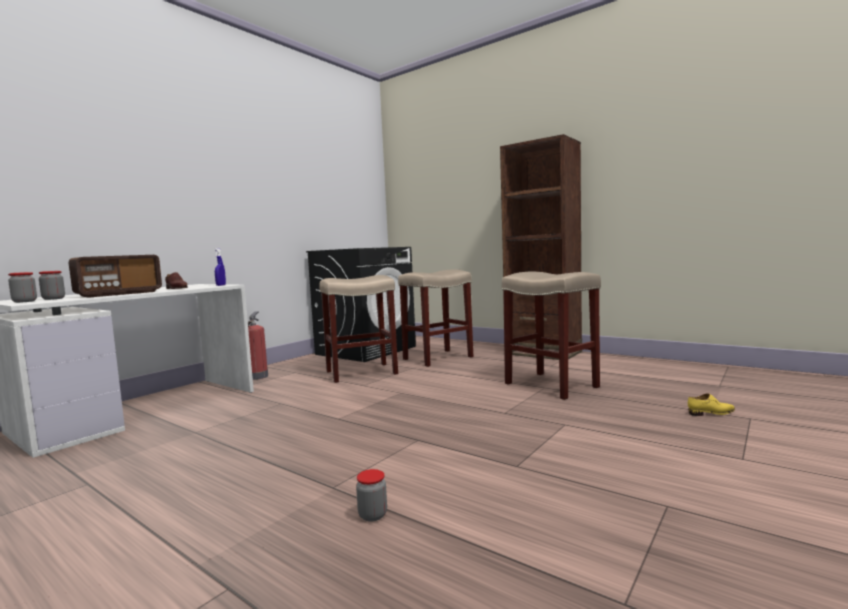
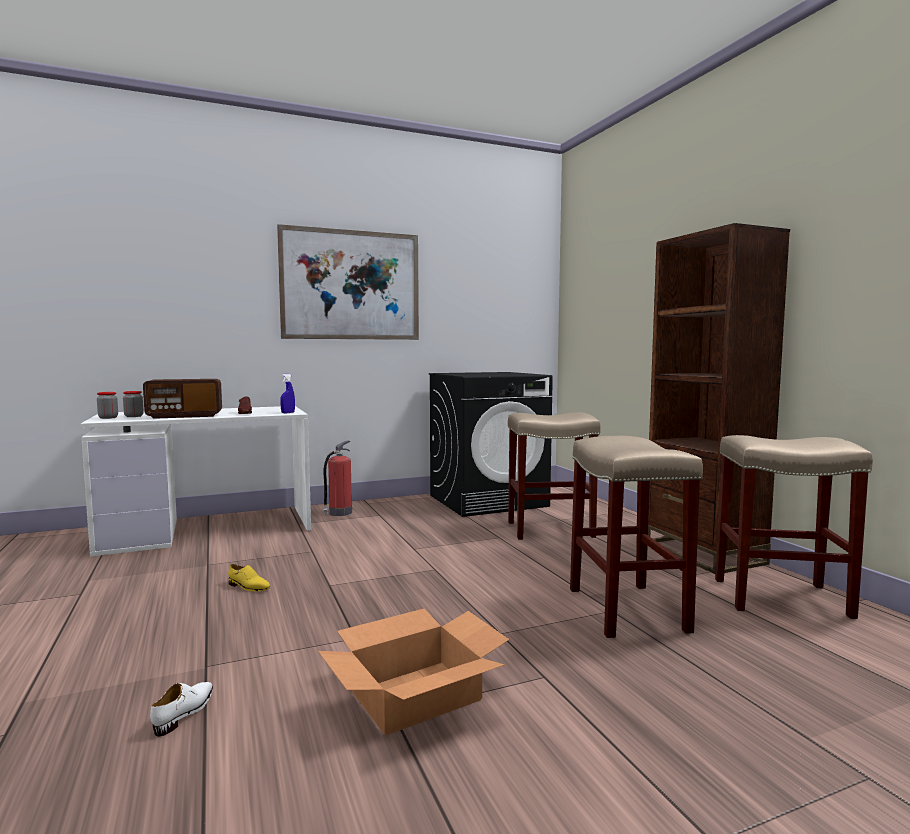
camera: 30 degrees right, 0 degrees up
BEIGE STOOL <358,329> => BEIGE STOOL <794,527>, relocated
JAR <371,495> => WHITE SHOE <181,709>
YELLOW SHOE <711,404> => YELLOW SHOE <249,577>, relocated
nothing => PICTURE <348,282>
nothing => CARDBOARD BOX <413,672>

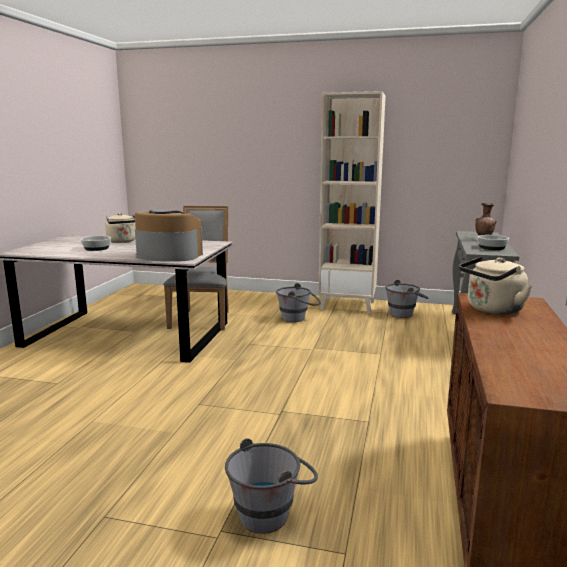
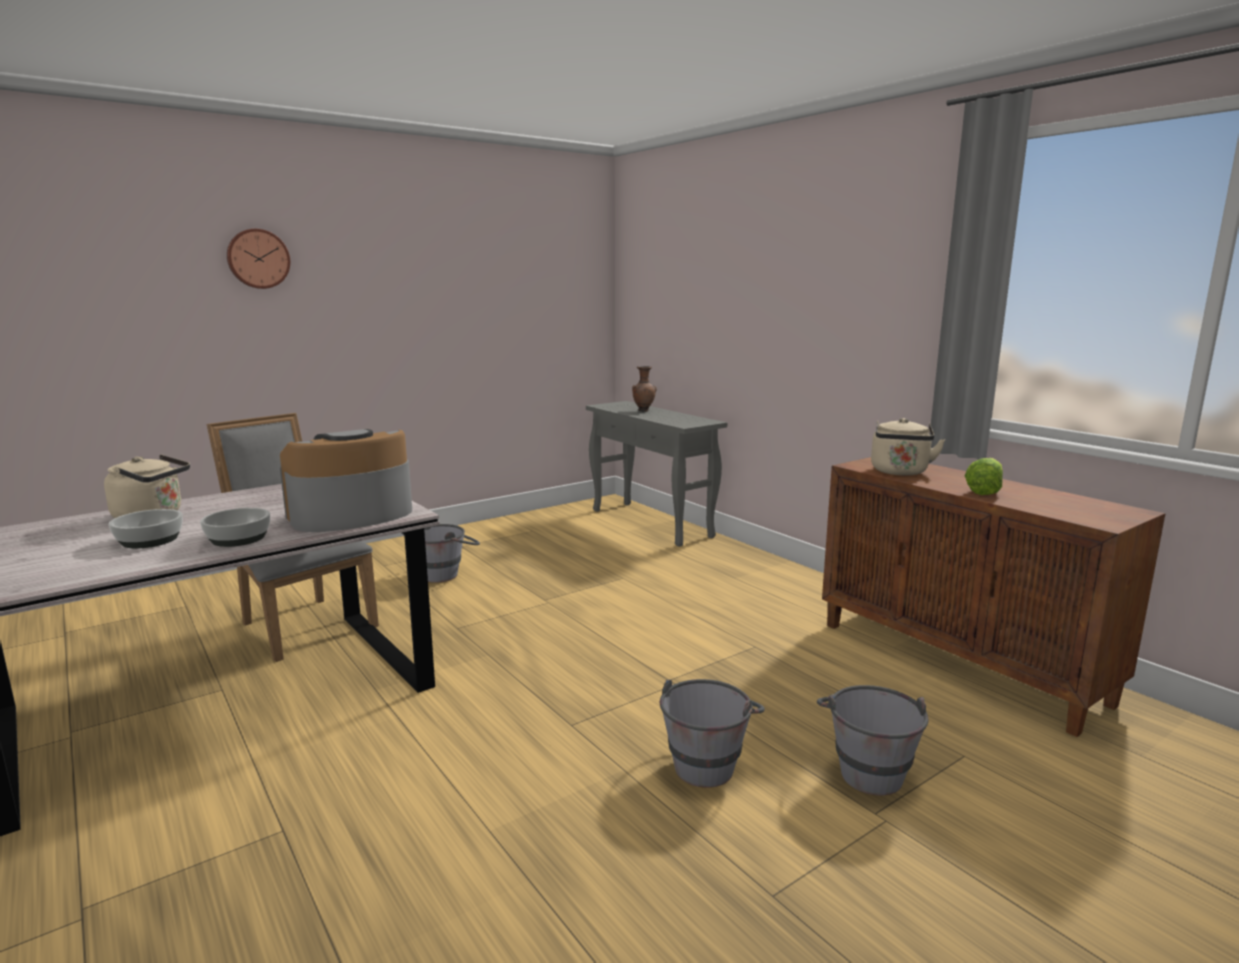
camera: 50 degrees left, 0 degrees up
BEIGE BOOKCASE <352,202> => nothing
GREY BUCKET <406,299> => GREY BUCKET <712,733>, relocated
BOWL <493,242> => BOWL <235,527>, relocated
nothing => WALL CLOCK <258,259>
nothing => LETTUCE <984,476>

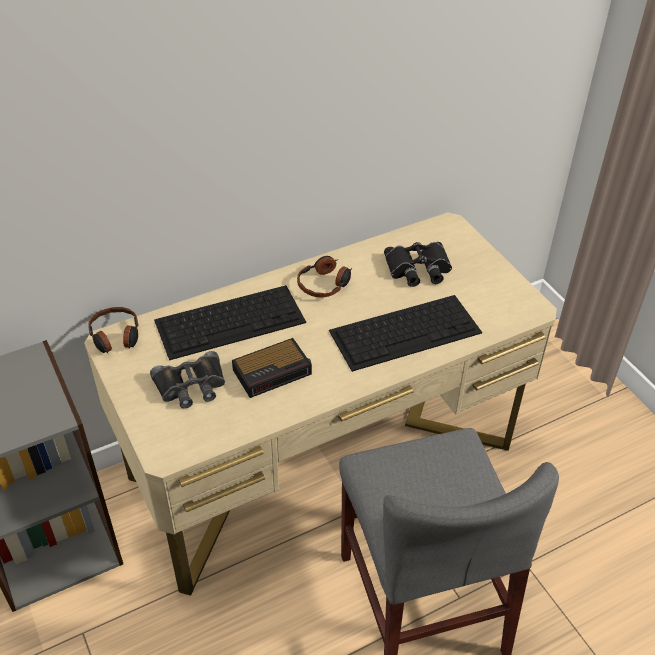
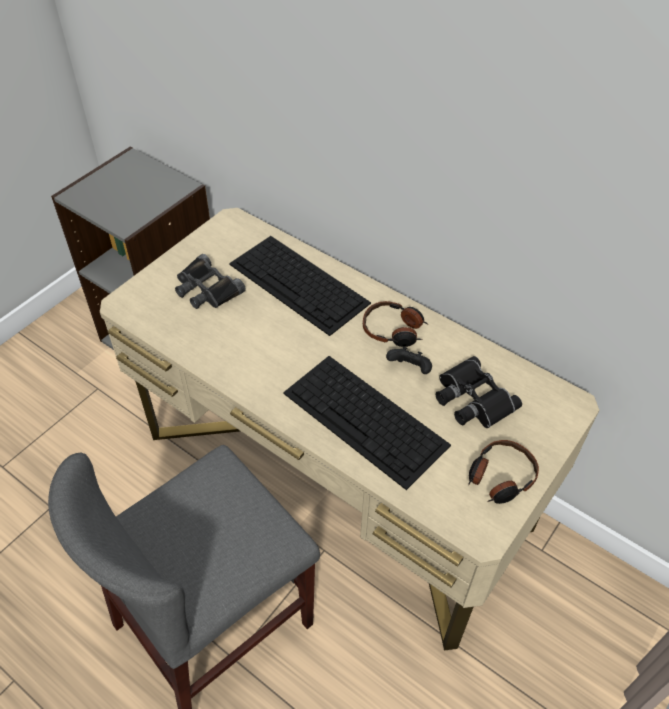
camera: 65 degrees right, 5 degrees up
HEADPHONES <113,330> => HEADPHONES <503,472>, relocated
ALARM CLOCK <272,368> => nothing
nothing => BLACK GAME CONTROLLER <409,360>

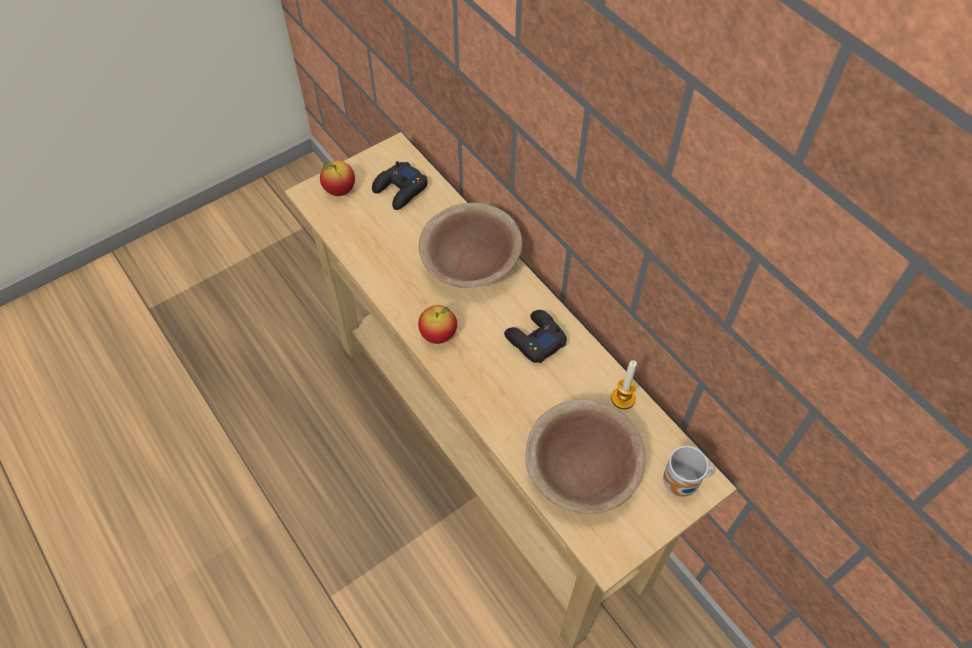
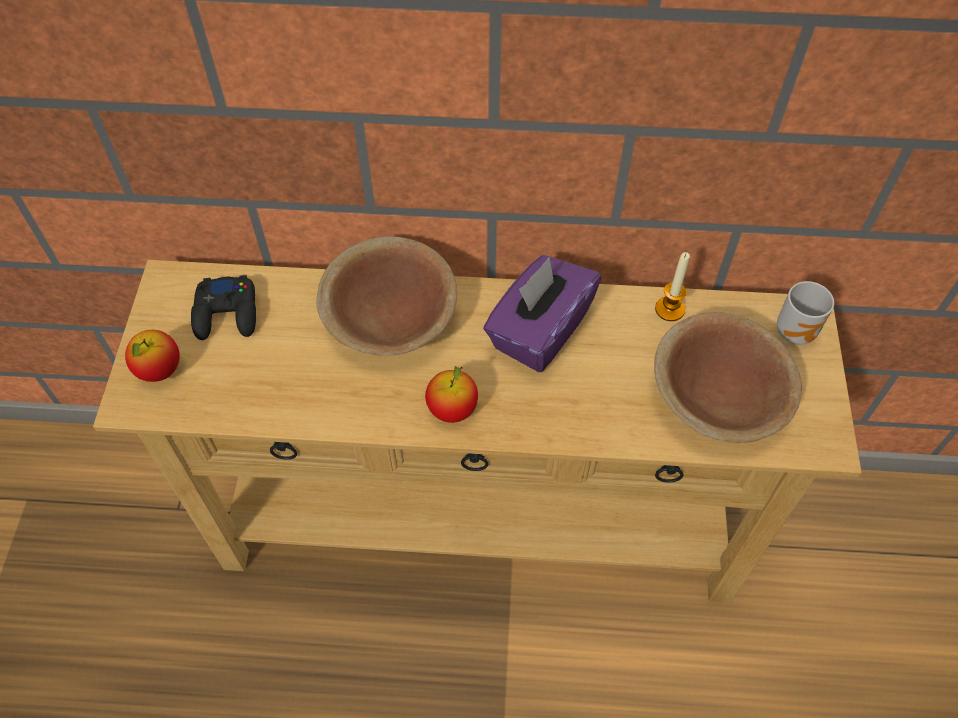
camera: 50 degrees left, 0 degrees up
BLACK GAME CONTROLLER <535,336> => PURPLE TISSUE BOX <542,313>

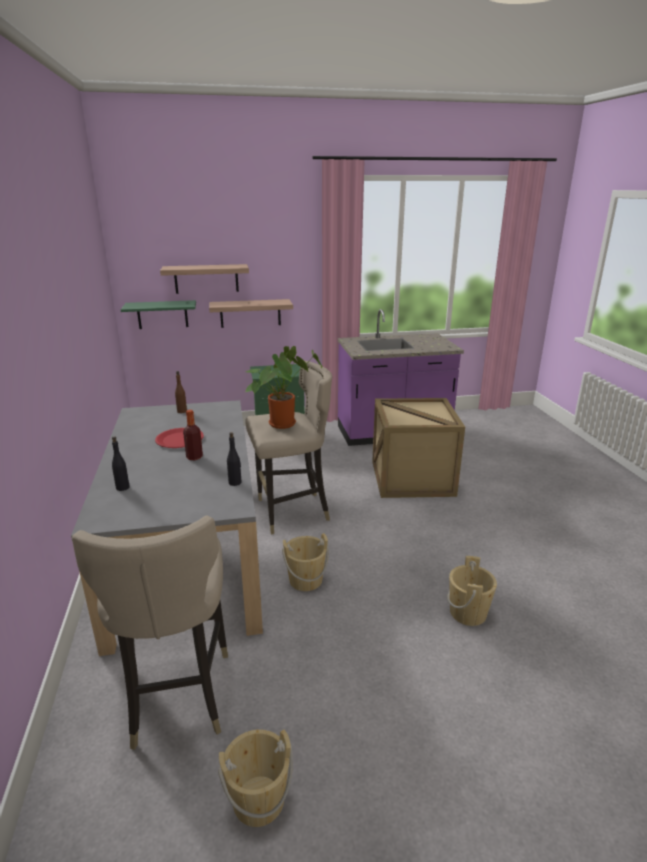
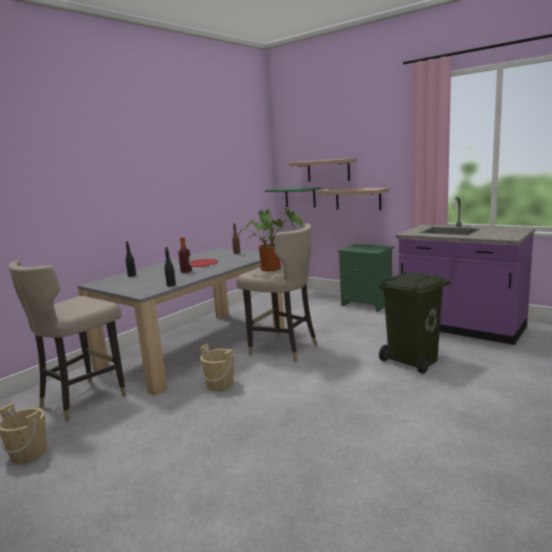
camera: 50 degrees right, 10 degrees down
CRATE <418,448> => GREEN TRASH CAN <414,322>
BEIGE BUCKET <472,591> => nothing

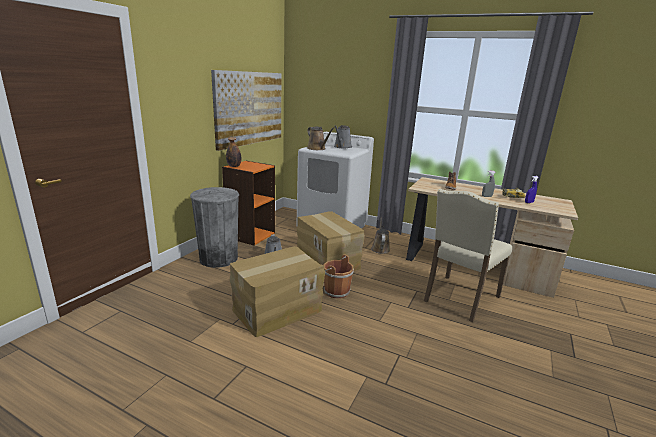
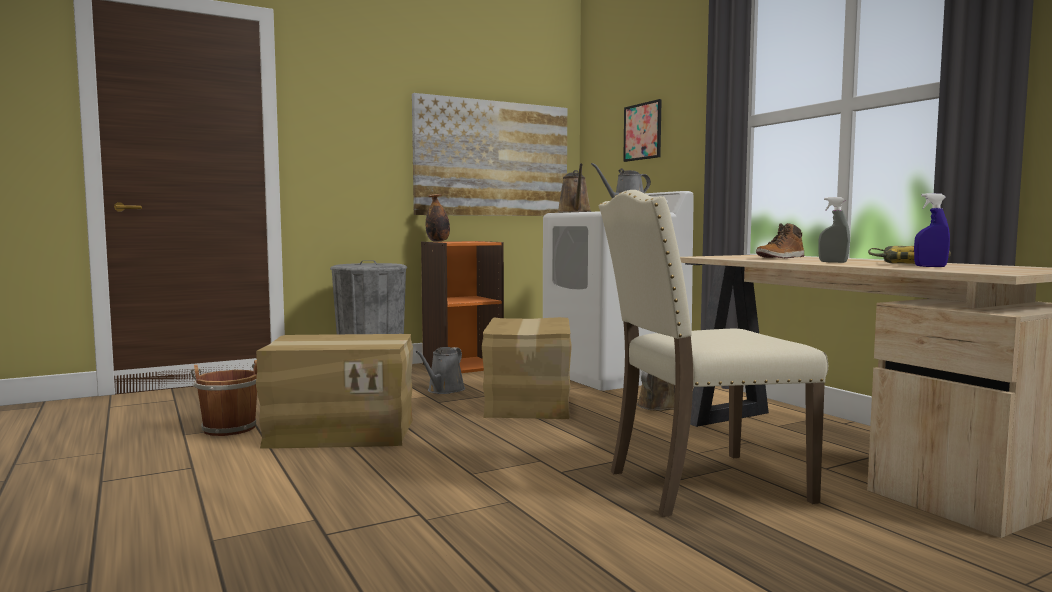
camera: 35 degrees right, 15 degrees down
BROWN BUCKET <339,276> => BROWN BUCKET <224,398>, relocated
nothing => PICTURE <642,130>

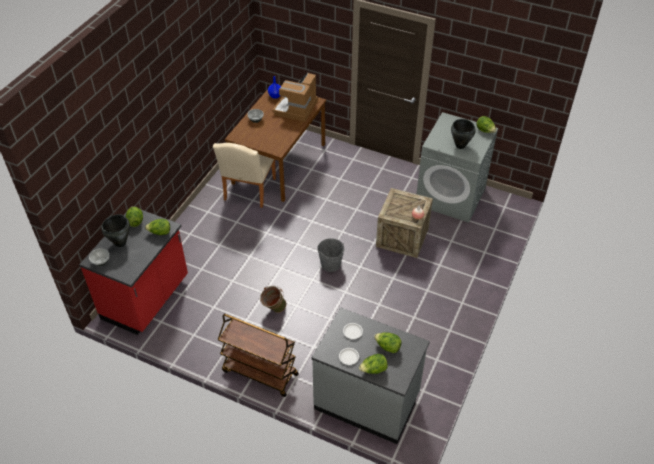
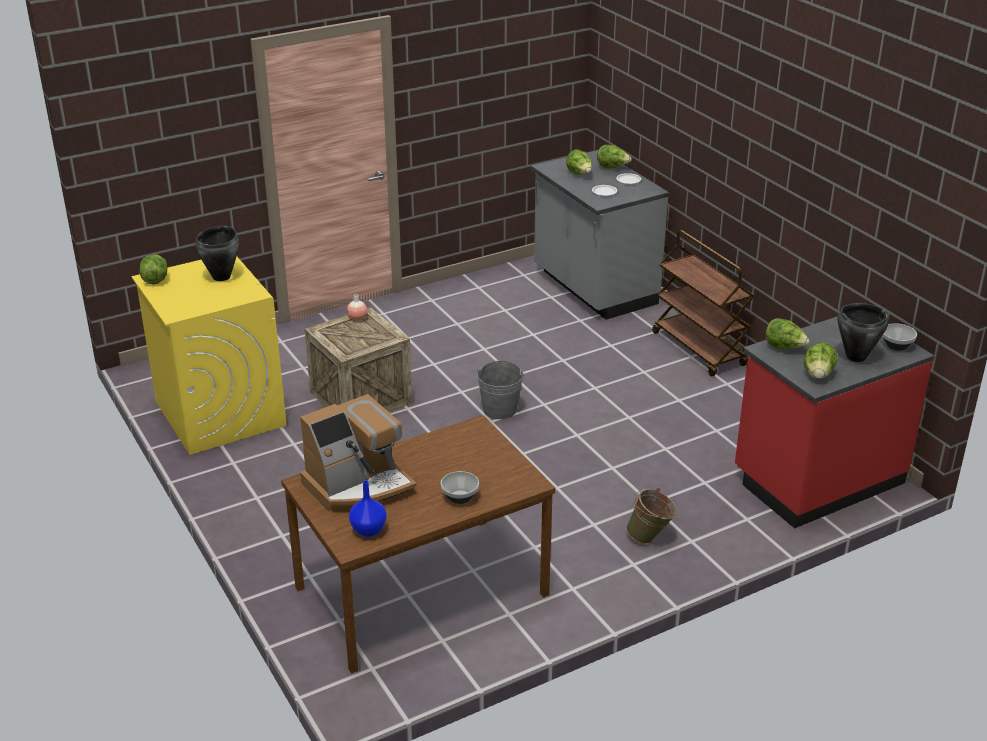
camera: 145 degrees left, 15 degrees down
BEIGE CHAIR <244,175> => nothing
GREEN BUCKET <273,299> => GREEN BUCKET <651,516>, relocated
GREY WASHING MACHINE <457,167> => YELLOW WASHING MACHINE <208,355>

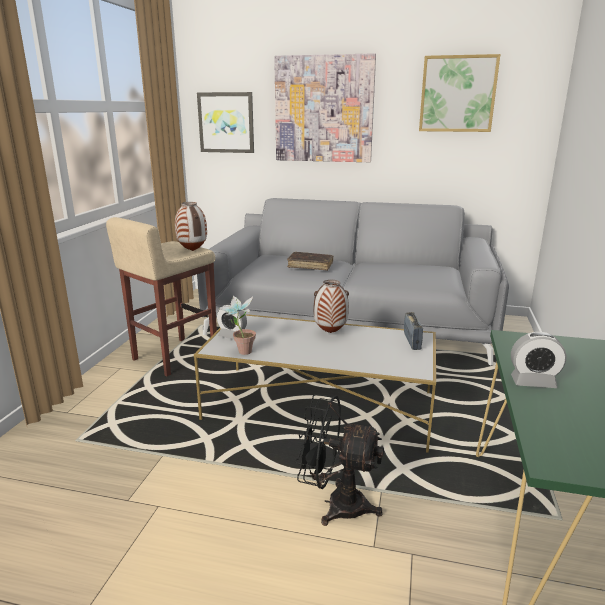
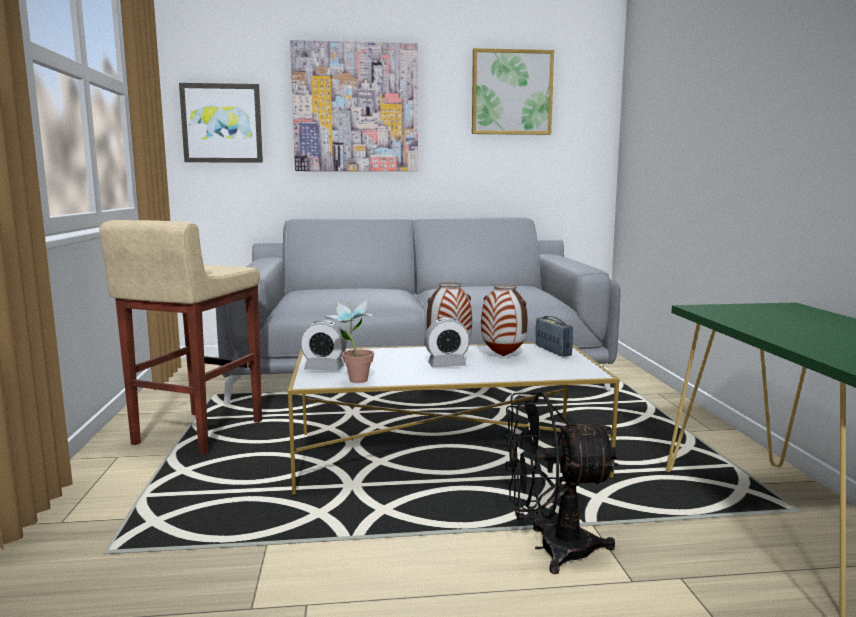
camera: 20 degrees left, 10 degrees down
VASE <191,226> => VASE <504,320>, relocated
BROWN BOOK <310,261> => nothing
ALARM CLOCK <538,360> => ALARM CLOCK <447,342>, relocated

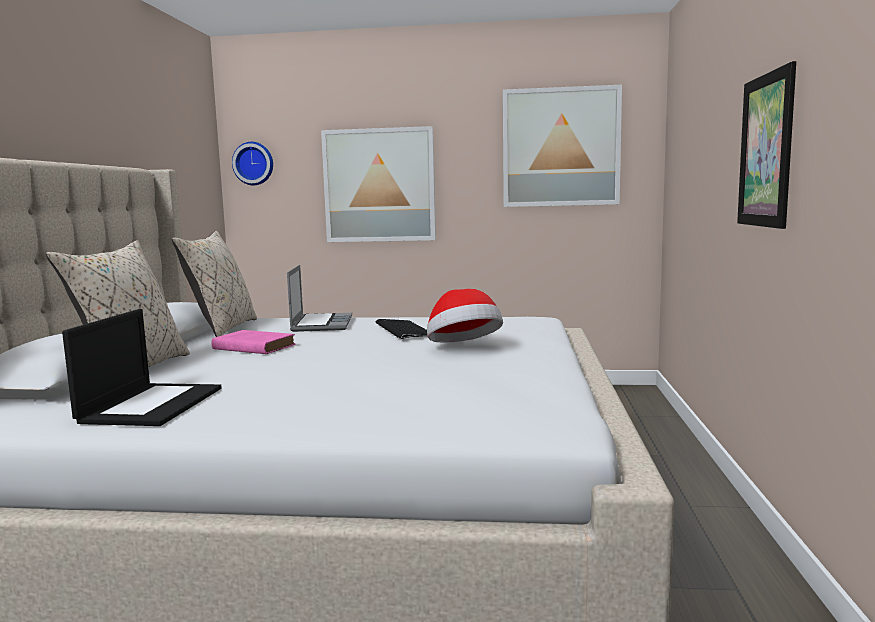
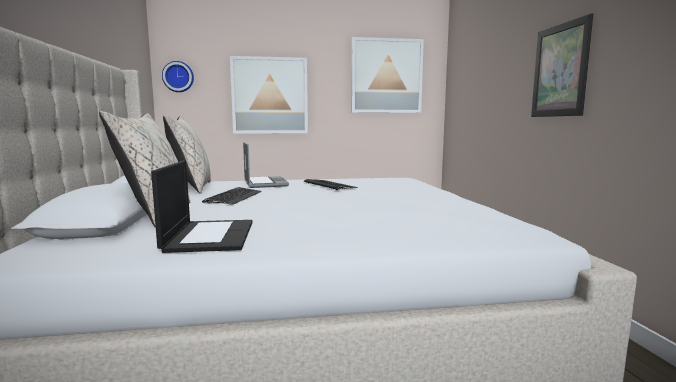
camera: 15 degrees left, 0 degrees up
PINK BOOK <253,342> => KEYBOARD <231,196>
HAT <465,315> => nothing

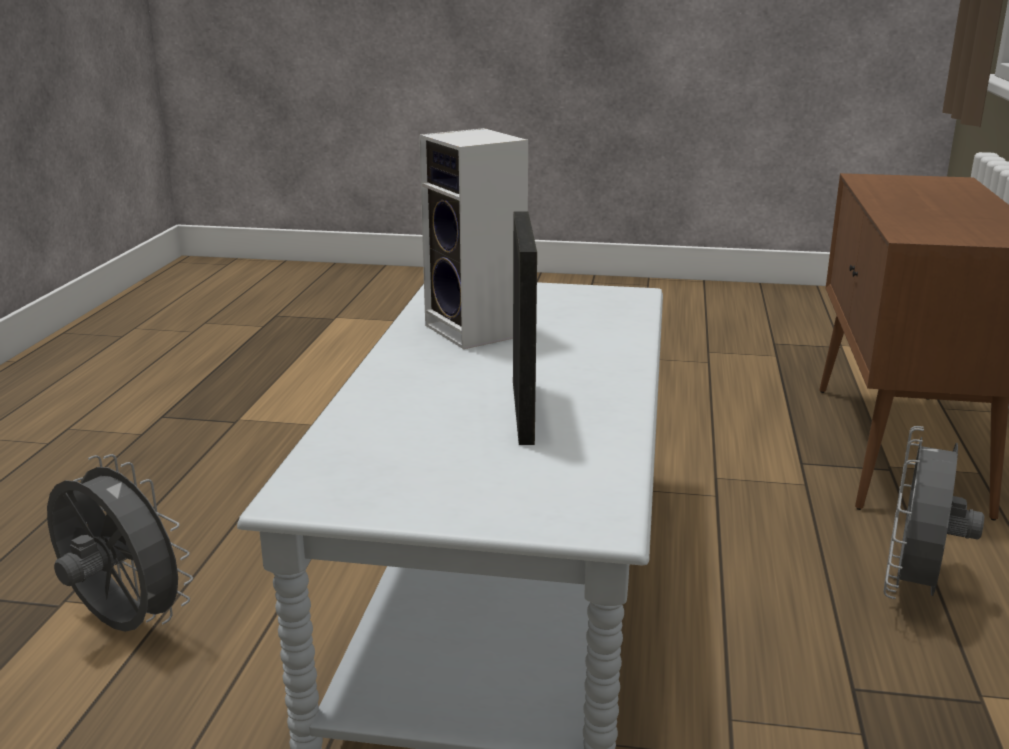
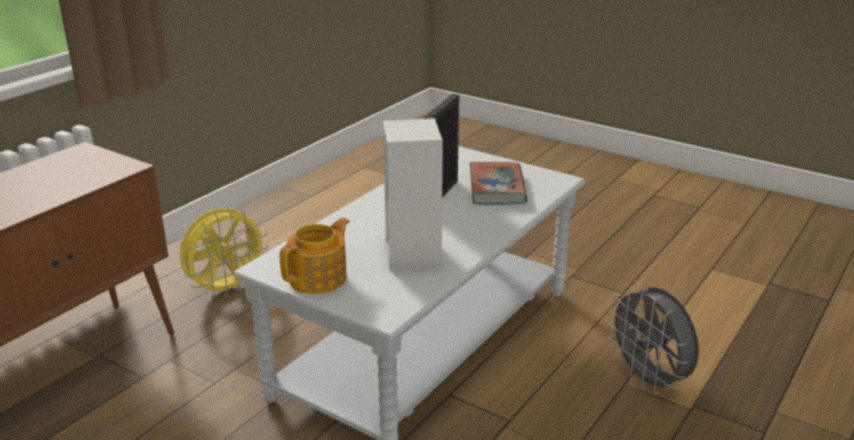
camera: 155 degrees left, 5 degrees up
GREY FAN <933,512> => YELLOW FAN <224,253>
nothing => TEAPOT <315,255>
nothing => BOOK <498,183>

